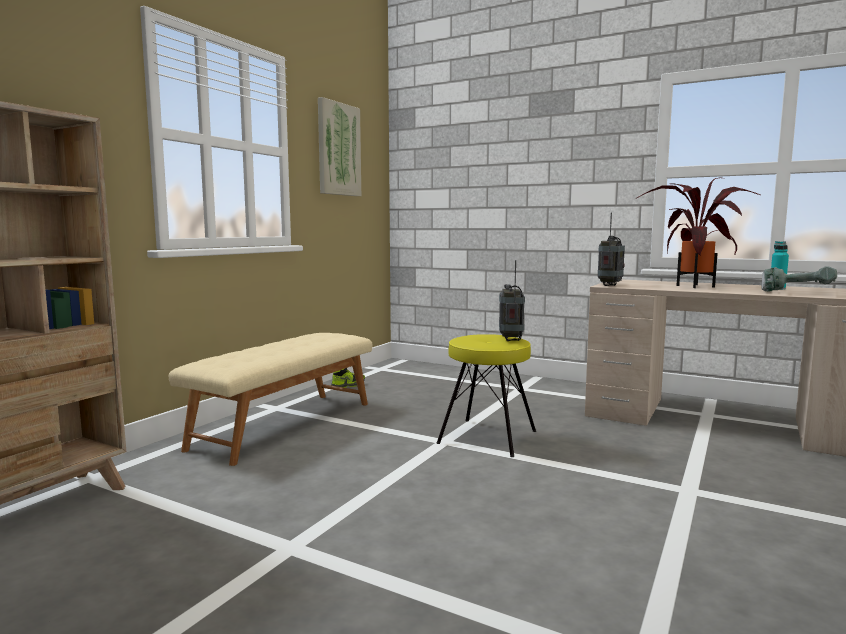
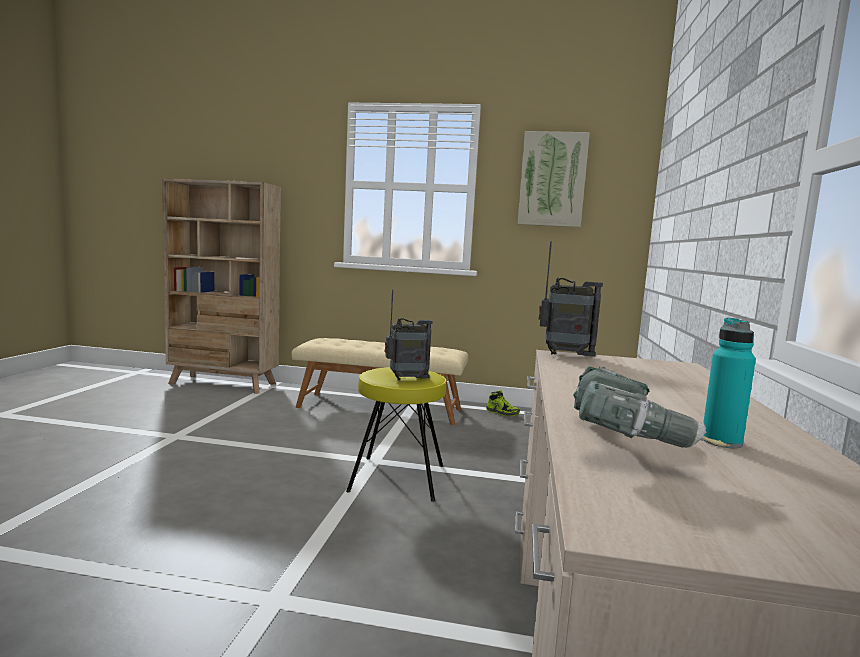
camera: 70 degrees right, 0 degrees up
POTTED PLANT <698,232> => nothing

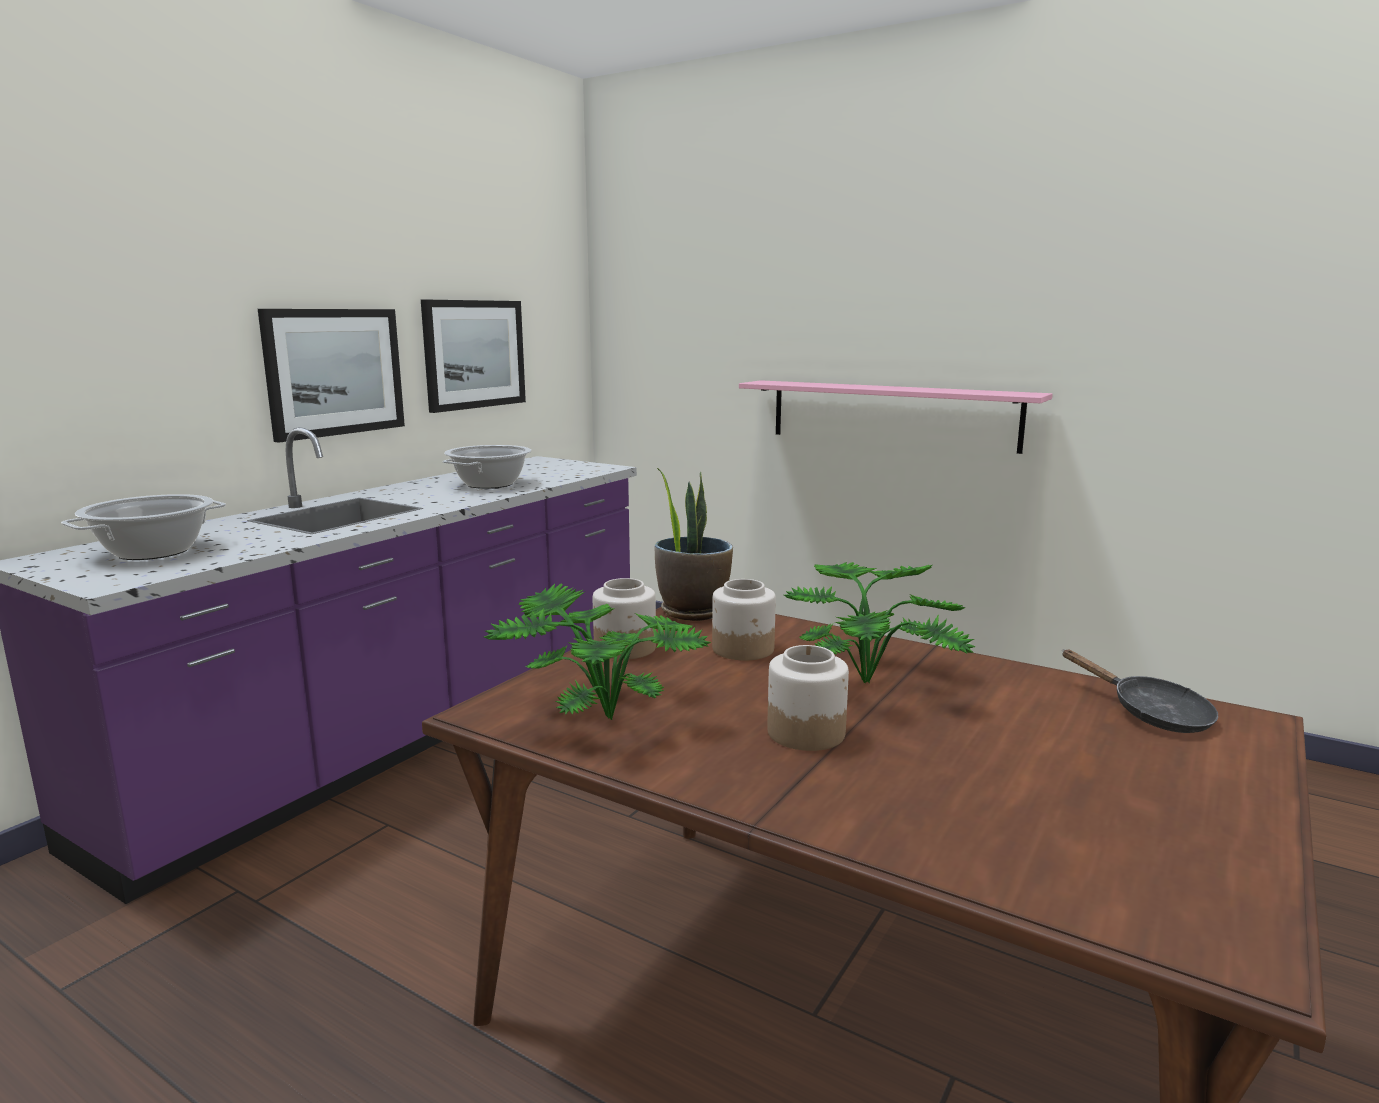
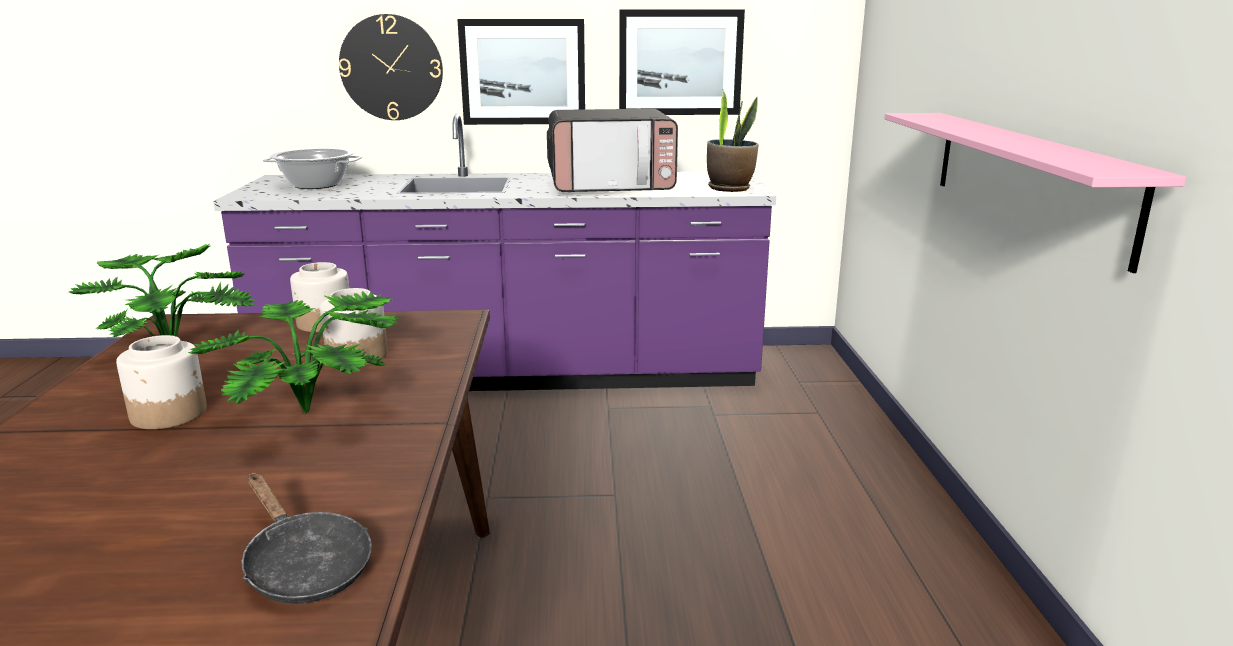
camera: 55 degrees right, 5 degrees up
COOKING POT <486,467> => MICROWAVE <612,150>
POTTED PLANT <694,544> => POTTED PLANT <732,141>, relocated
BLACK FRYING PAN <1140,691> => BLACK FRYING PAN <307,538>, 60 degrees counterclockwise
nothing => WALL CLOCK <391,67>

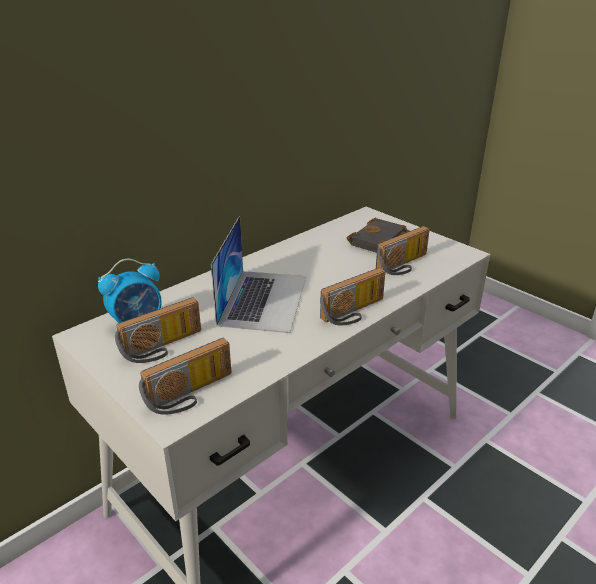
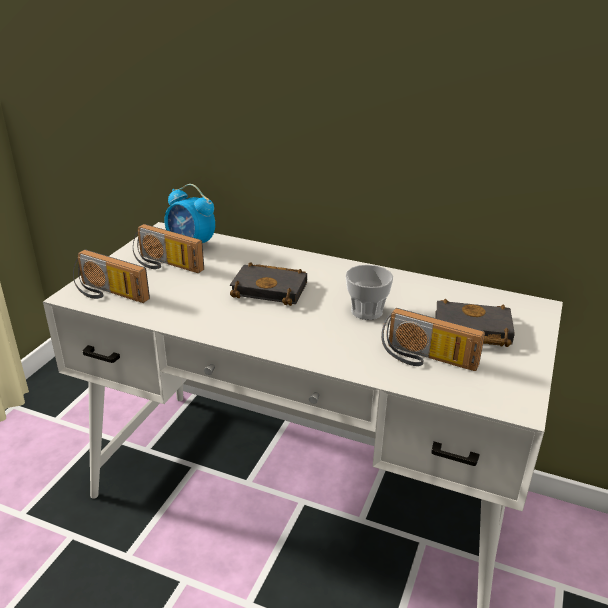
camera: 65 degrees right, 0 degrees up
LAPTOP <258,274> => BLACK BOOK <268,284>
RADIO <352,296> => nothing
nothing => CUP <369,292>

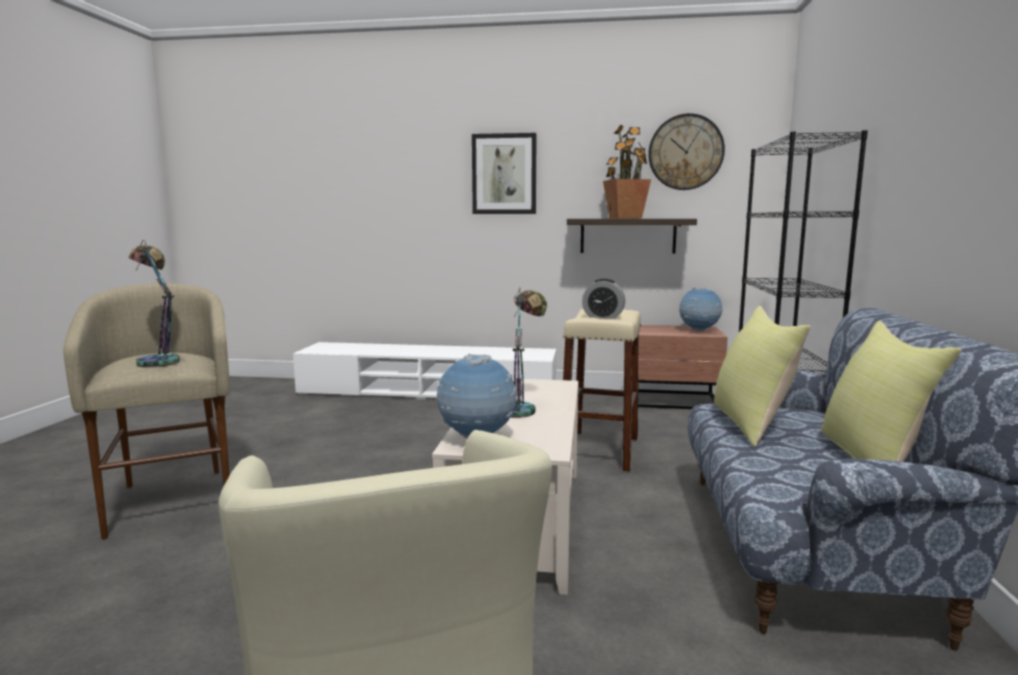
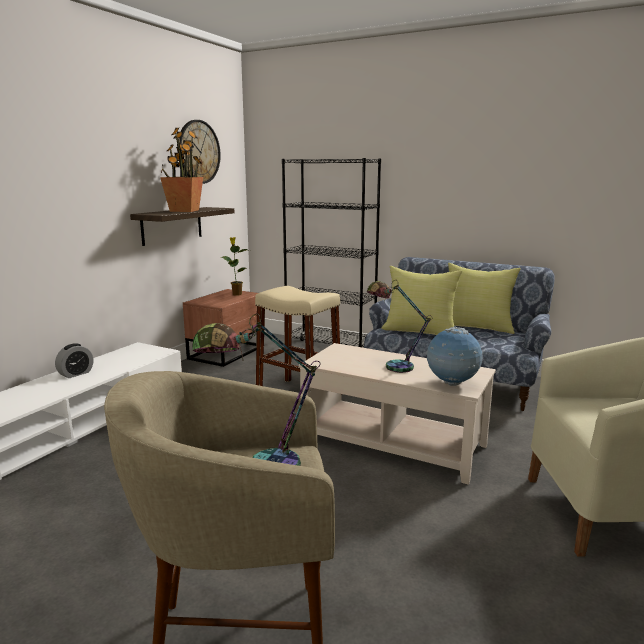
camera: 70 degrees left, 5 degrees up
PICTURE <504,173> => nothing
ALARM CLOCK <603,299> => ALARM CLOCK <74,360>, relocated
GLOBE <701,309> => POTTED PLANT <235,266>

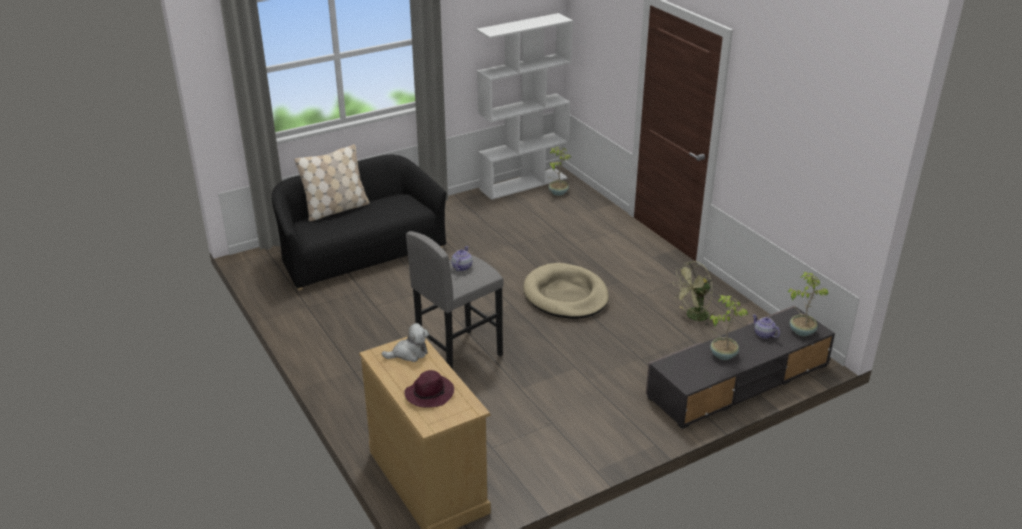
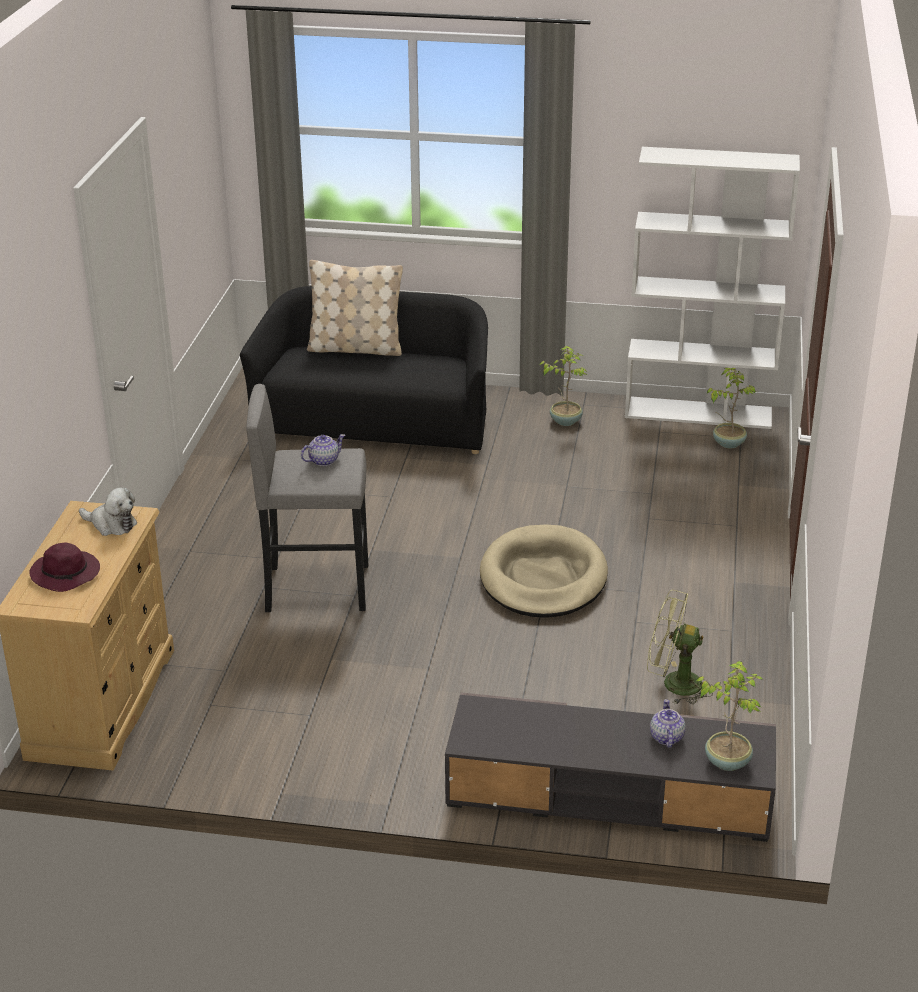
camera: 40 degrees right, 0 degrees up
POTTED PLANT <729,327> => POTTED PLANT <563,386>, relocated

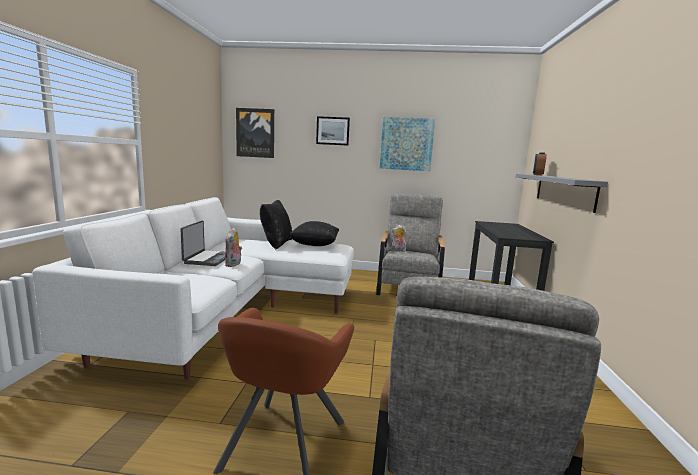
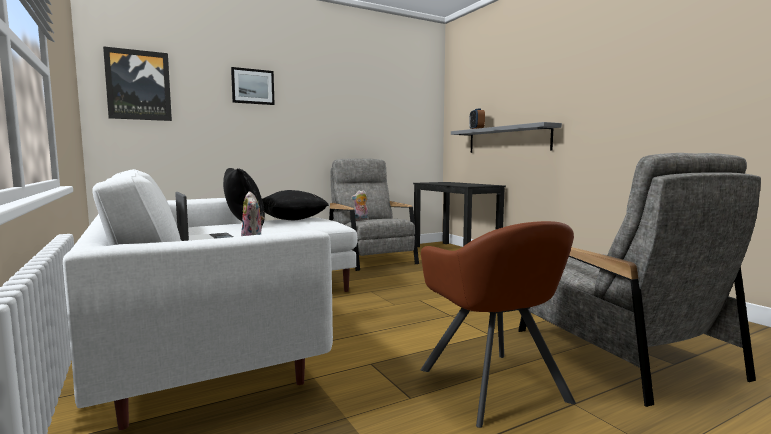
camera: 35 degrees left, 5 degrees down
PICTURE <407,143> => nothing

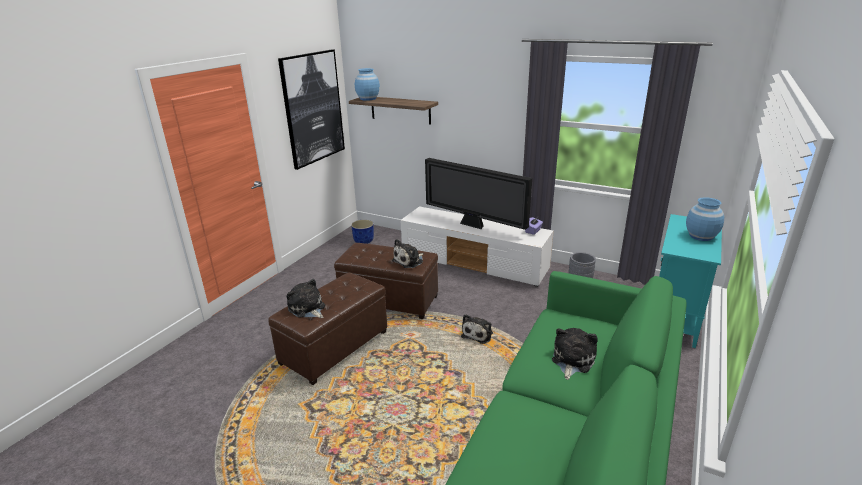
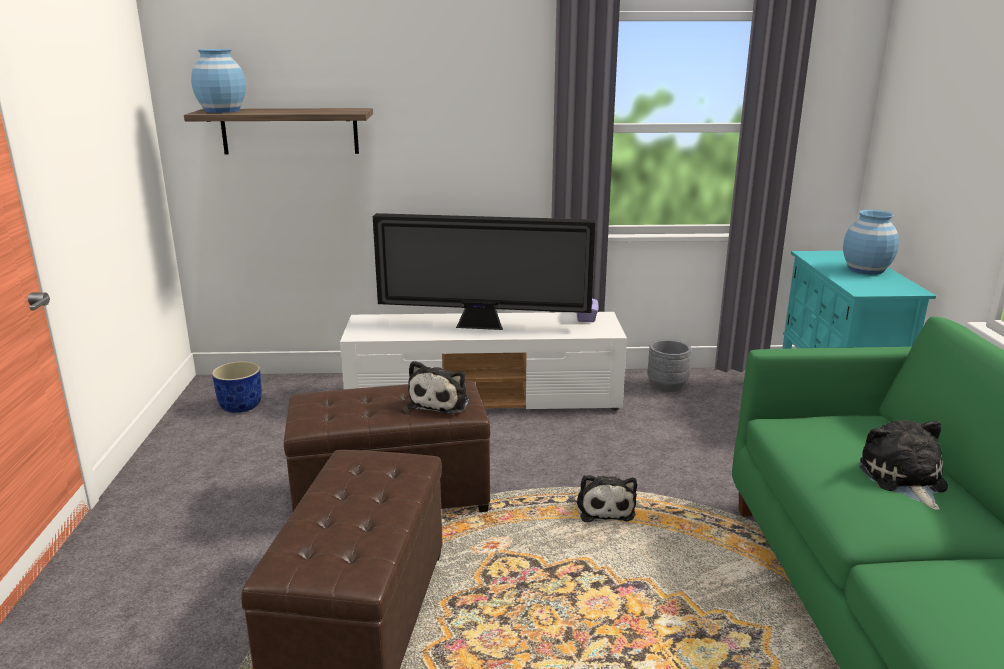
camera: 30 degrees left, 5 degrees down
PICTURE <311,109> => nothing
PLUSH TOY <306,298> => nothing

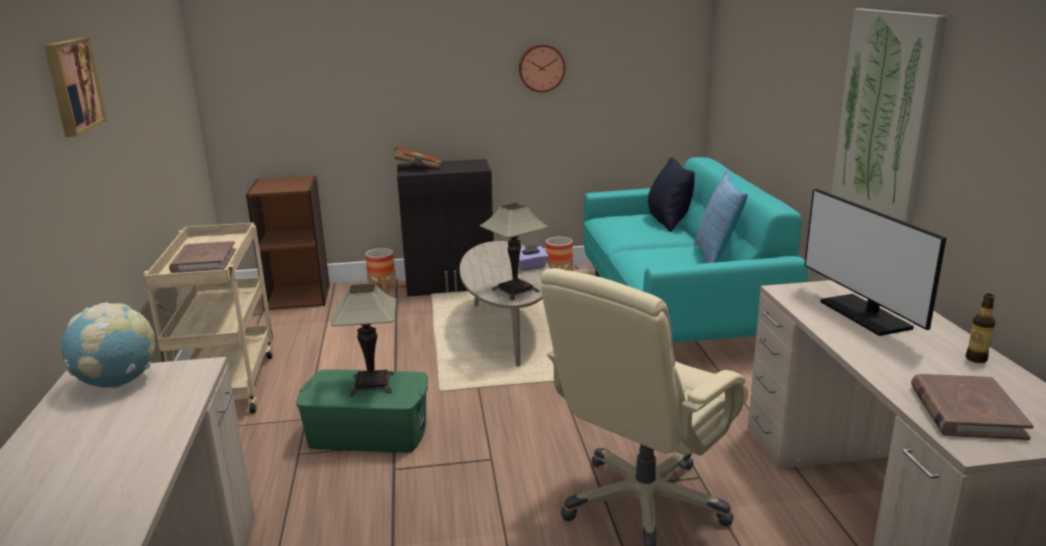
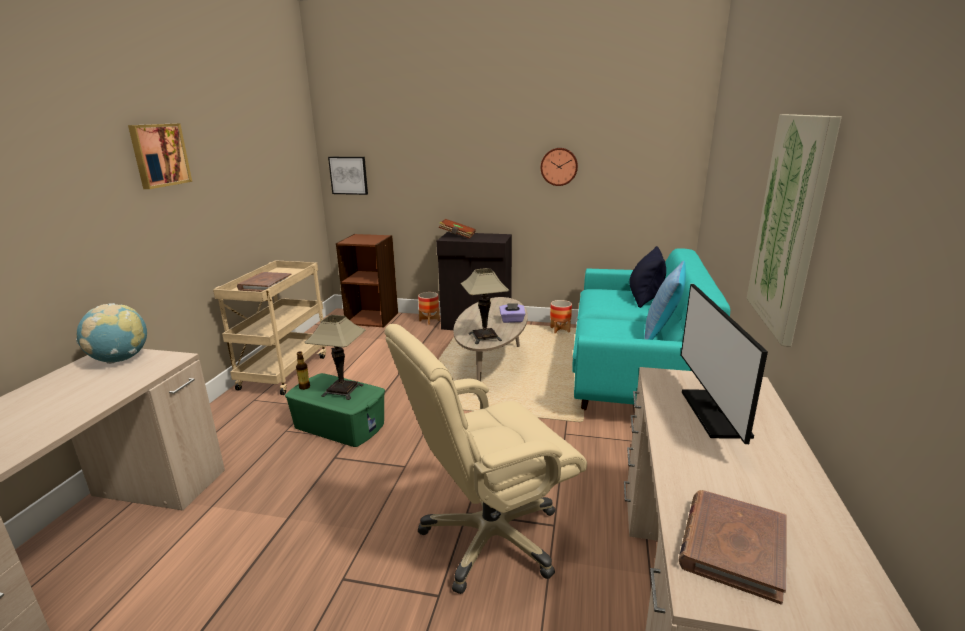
camera: 20 degrees right, 0 degrees up
BOTTLE <980,328> => BOTTLE <303,370>, relocated
nothing => PICTURE <348,176>

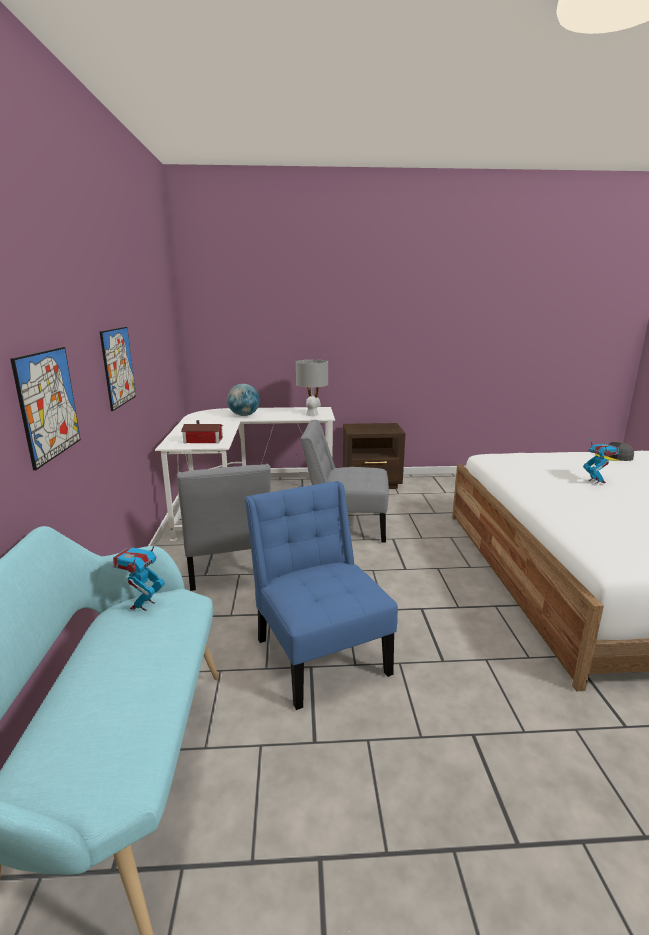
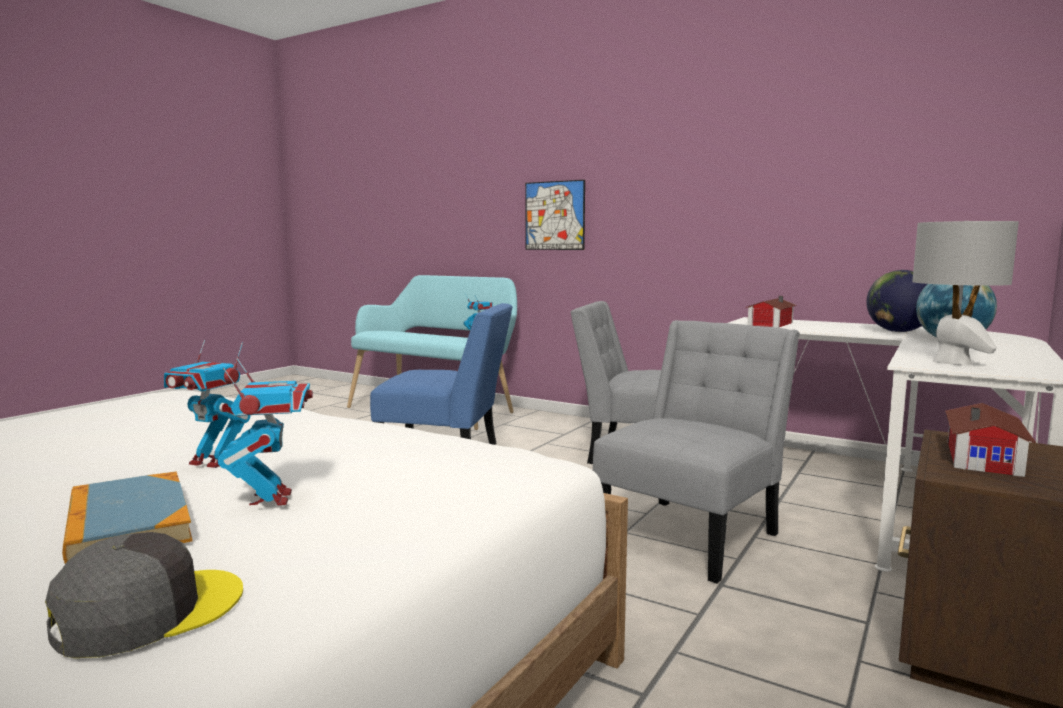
camera: 125 degrees right, 10 degrees down
PICTURE <118,369> => nothing
nothing => BOOK <127,517>
nothing => TOY ROBOT <265,431>
nothing => GLOBE <896,301>
nothing => TOY HOUSE <990,440>

